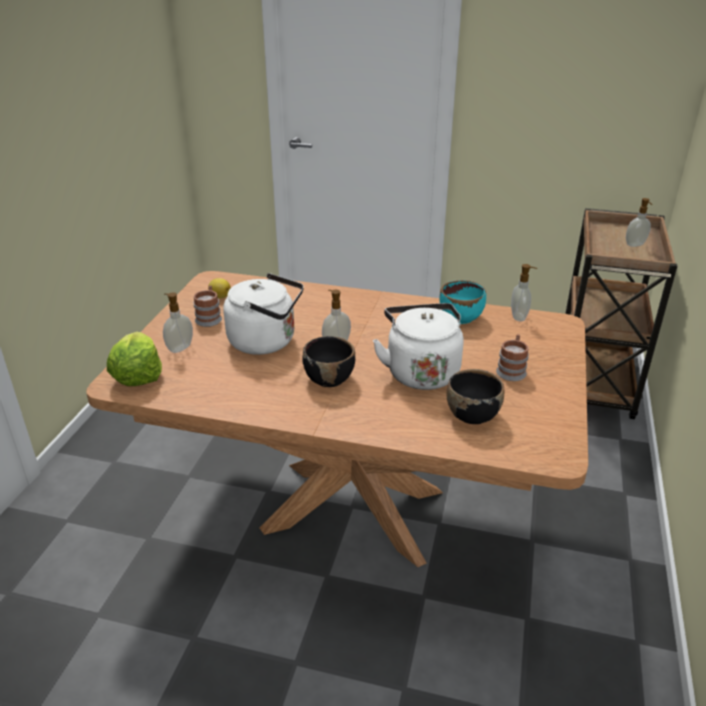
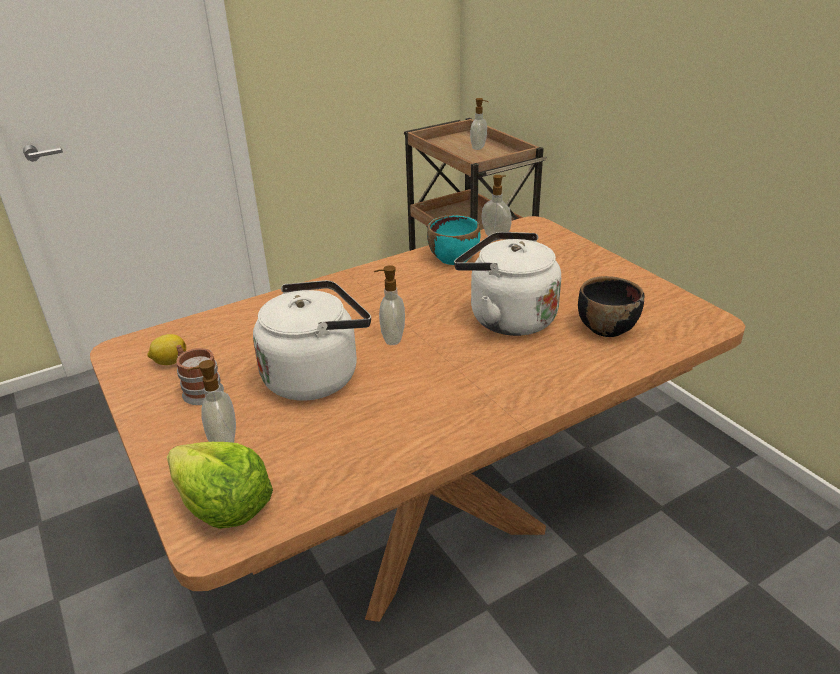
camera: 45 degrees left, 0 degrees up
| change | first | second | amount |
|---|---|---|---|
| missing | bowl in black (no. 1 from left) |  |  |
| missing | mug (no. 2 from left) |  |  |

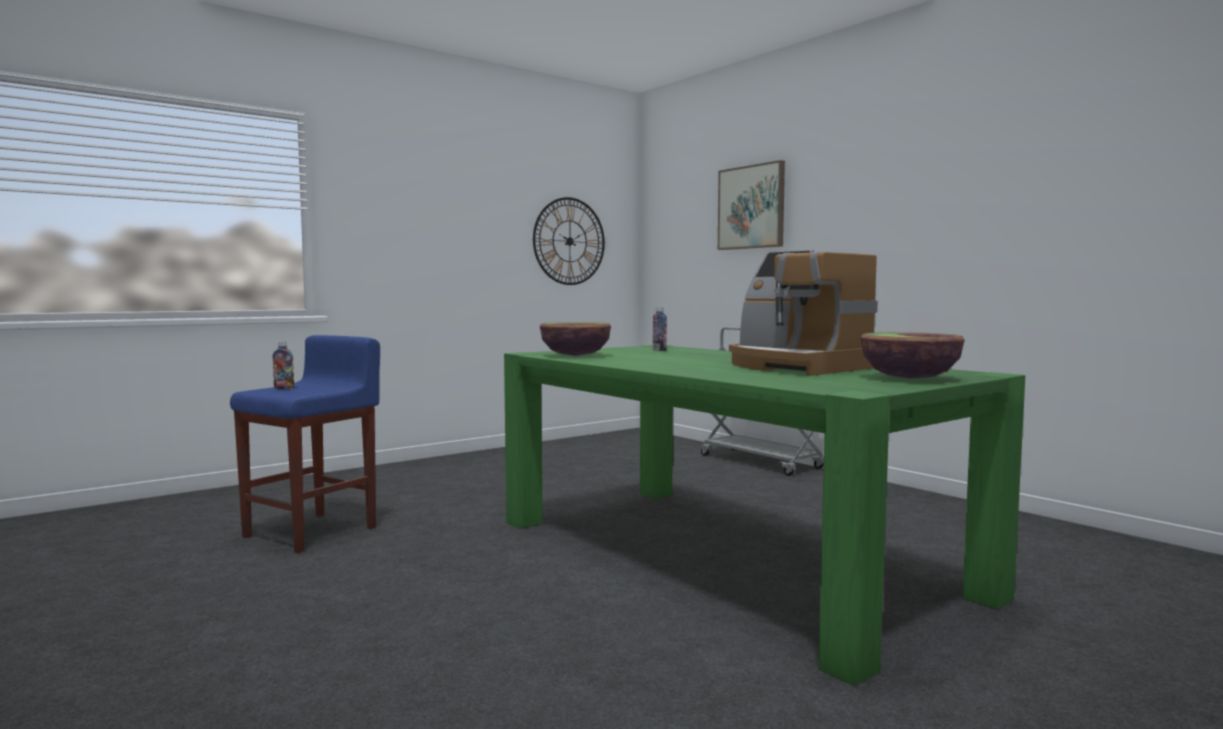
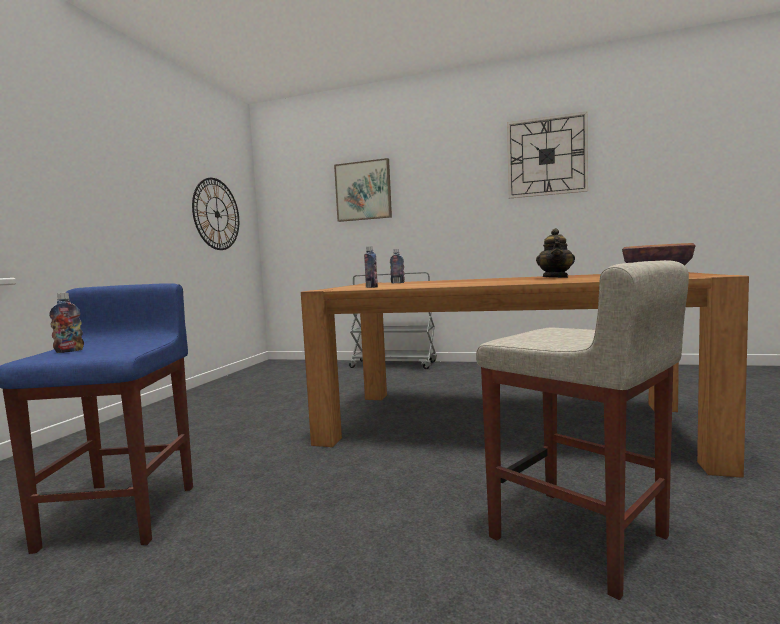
camera: 35 degrees left, 0 degrees up
| change | first | second | amount |
|---|---|---|---|
| colour | dining table in green | dining table in brown |  |
| exchanged | bowl (no. 1 from left) | bottle (no. 2 from left) |  |
| appeared |  | stool in beige |  |
| appeared |  | wall clock (no. 2 from left) |  |
| exchanged | coffee machine | teapot |  |

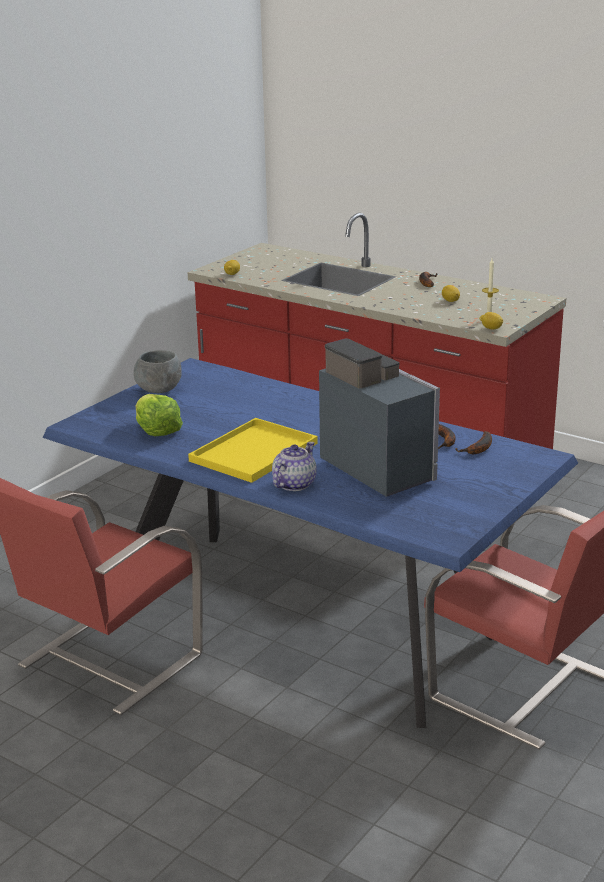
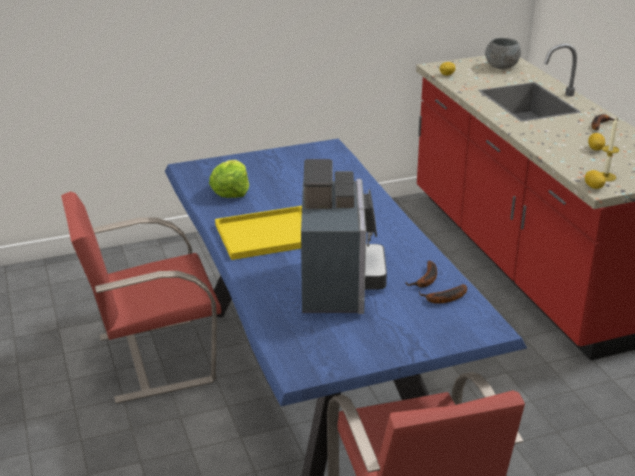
camera: 35 degrees right, 5 degrees up
| change | first | second | amount |
|---|---|---|---|
| relocated | bowl in grey |  |  |
| missing | teapot |  |  |

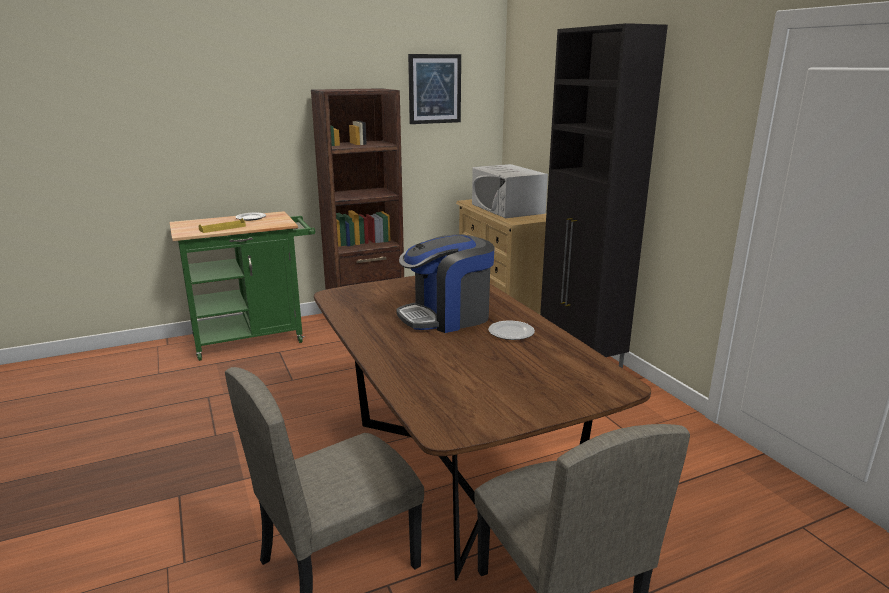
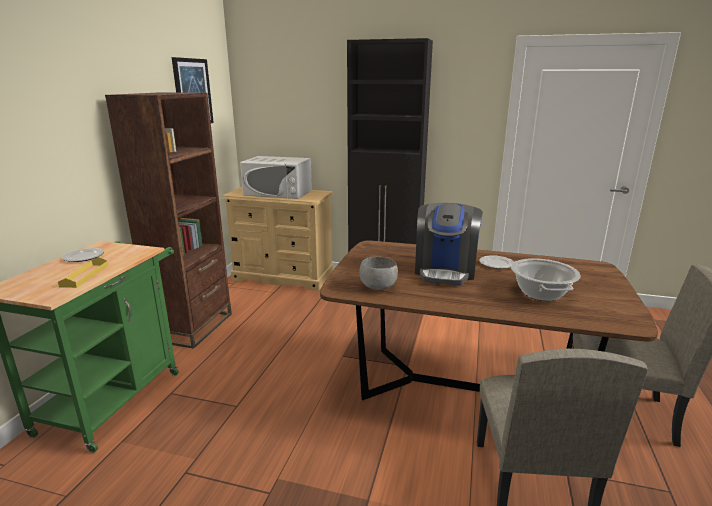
camera: 50 degrees left, 0 degrees up
| change | first | second | amount |
|---|---|---|---|
| appeared |  | bowl in grey |  |
| appeared |  | cooking pot |  |

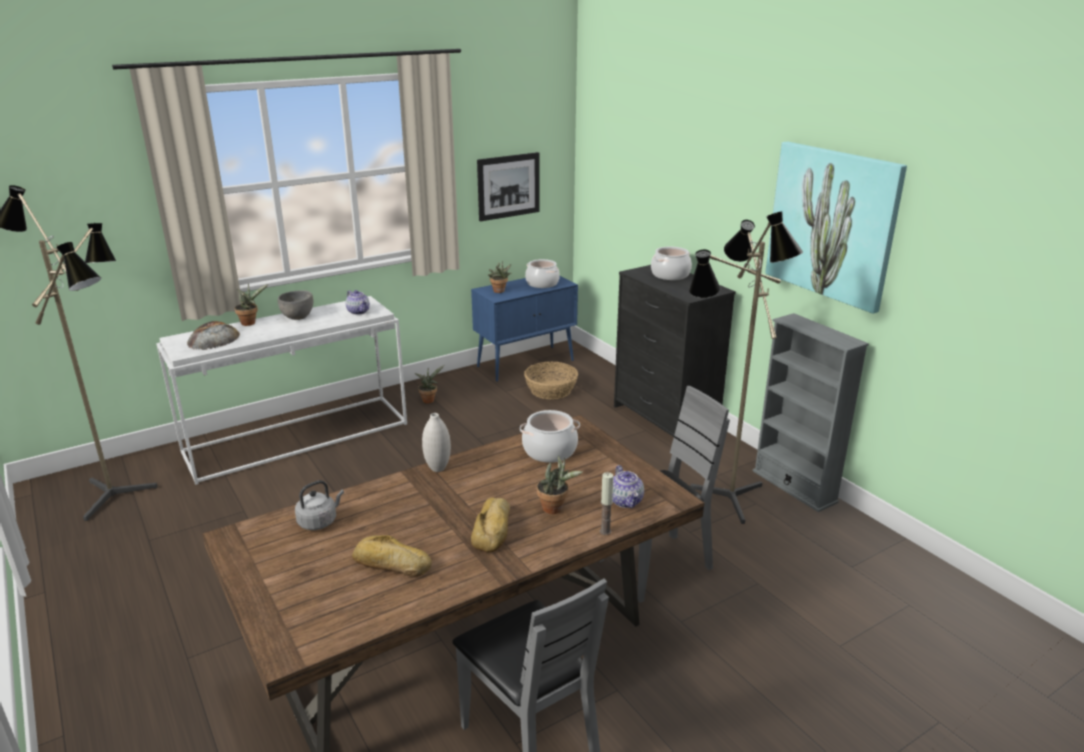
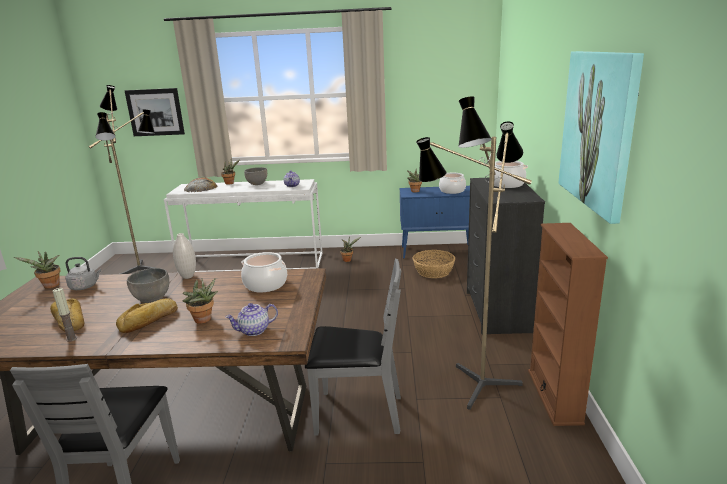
camera: 35 degrees right, 5 degrees down
| change | first | second | amount |
|---|---|---|---|
| appeared |  | potted plant (no. 1 from left) |  |
| relocated | candle |  |  |
| relocated | picture (no. 1 from left) |  |  |
| appeared |  | bowl in grey (no. 1 from left) |  |
| spun | teapot (no. 2 from left in the first image) | teapot (no. 1 from left) | 45 degrees clockwise |
| colour | bookcase in grey | bookcase in brown |  |

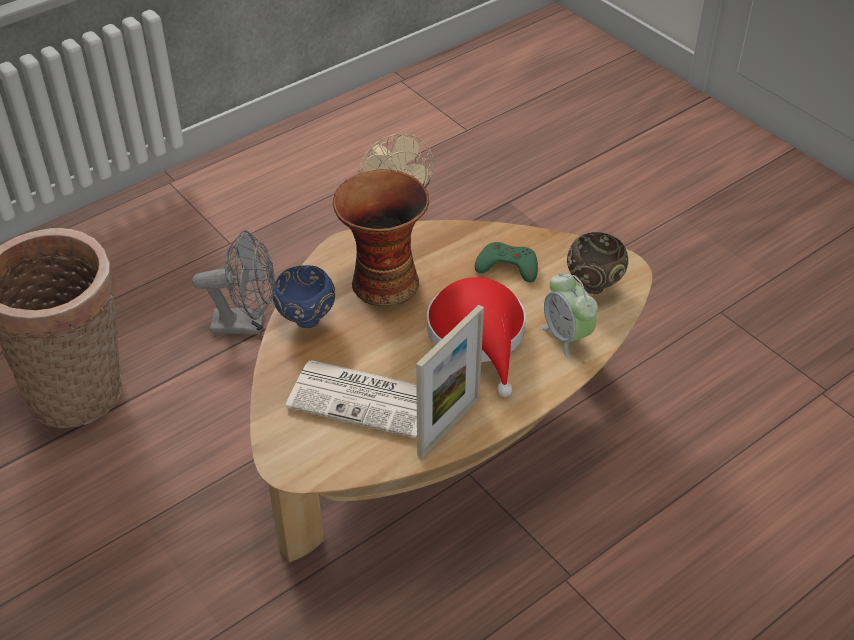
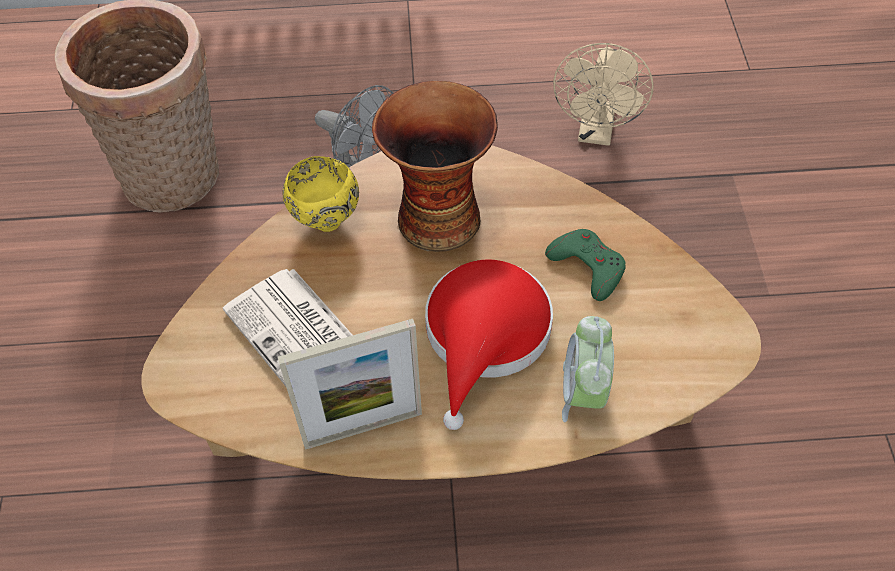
camera: 35 degrees right, 10 degrees up
| change | first | second | amount |
|---|---|---|---|
| colour | bowl in blue | bowl in yellow |  |
| missing | bowl in brown |  |  |

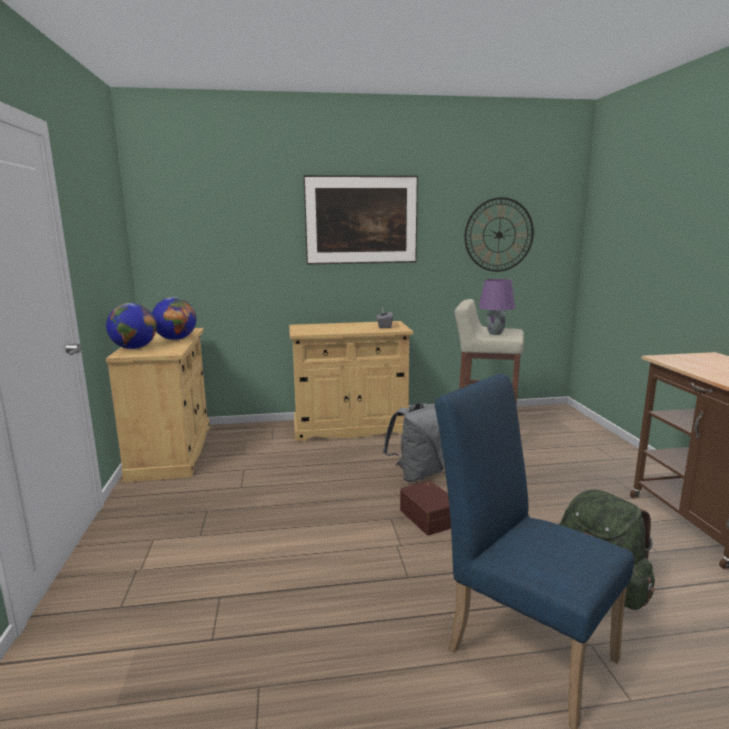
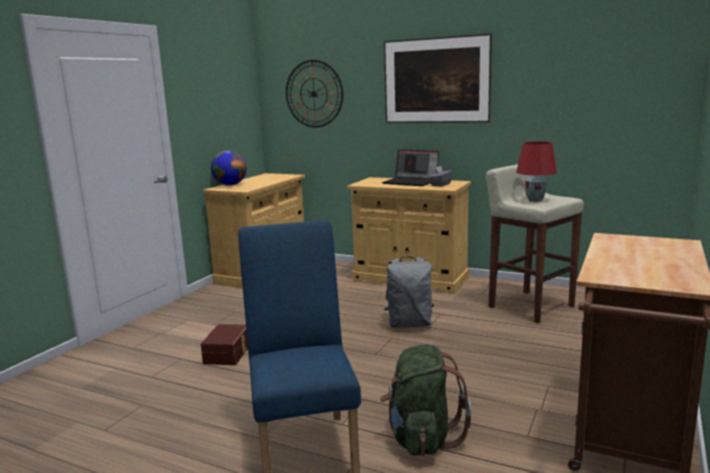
camera: 35 degrees right, 0 degrees up
| change | first | second | amount |
|---|---|---|---|
| relocated | storage box in brown |  |  |
| relocated | wall clock |  |  |
| appeared |  | laptop |  |
| colour | table lamp in purple | table lamp in red |  |
| missing | globe (no. 2 from left) |  |  |

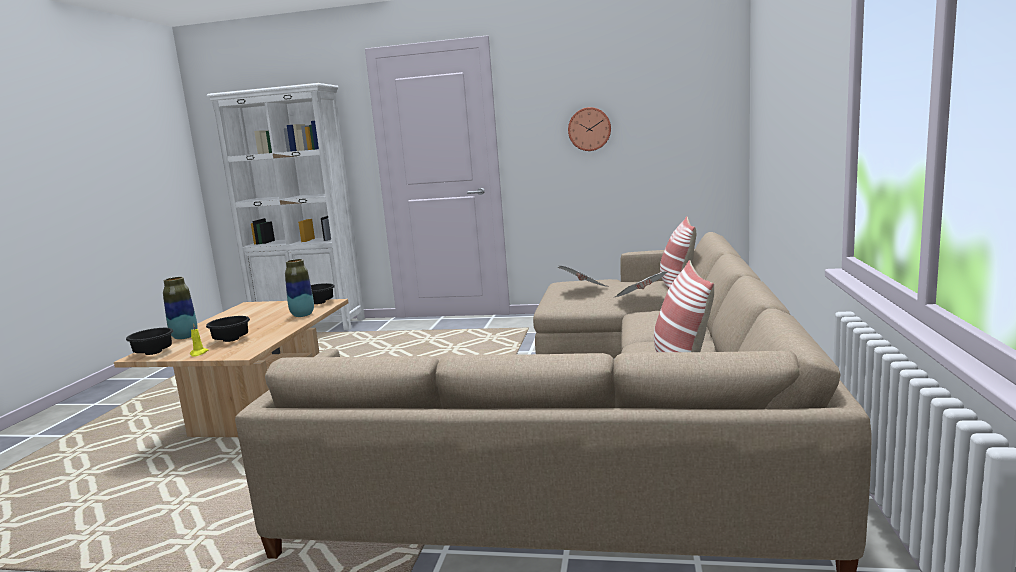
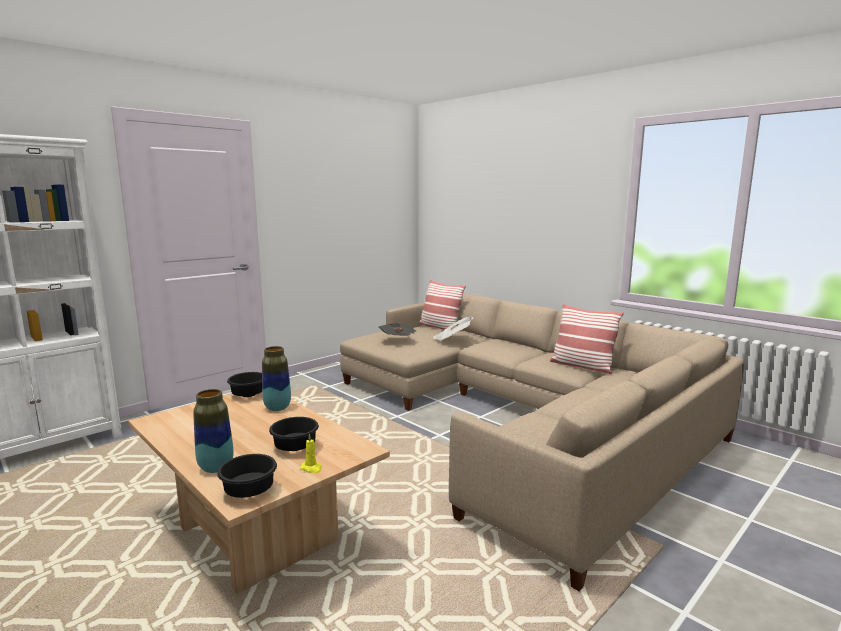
camera: 55 degrees left, 0 degrees up
| change | first | second | amount |
|---|---|---|---|
| missing | wall clock |  |  |

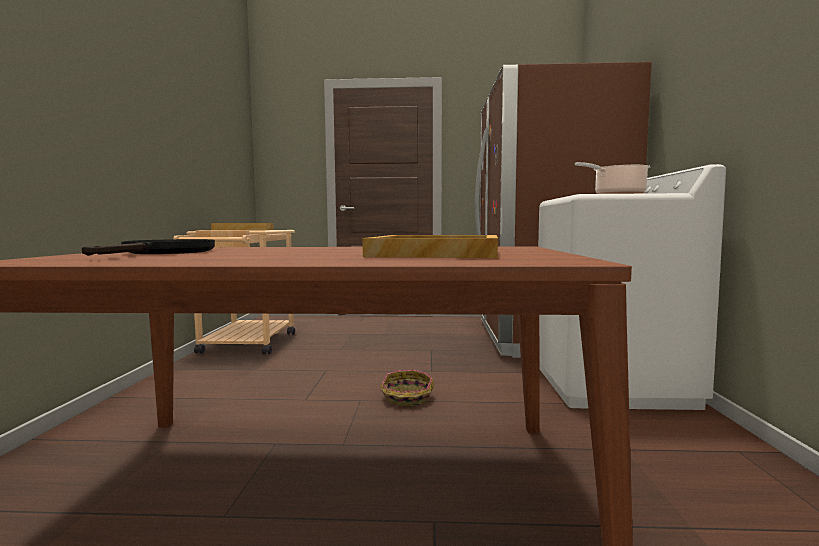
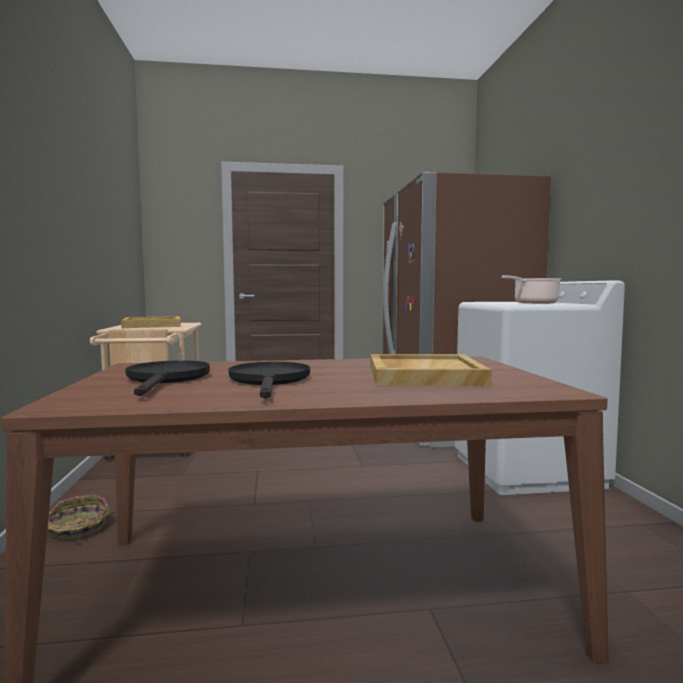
camera: 10 degrees left, 0 degrees up
| change | first | second | amount |
|---|---|---|---|
| relocated | basket |  |  |
| appeared |  | frying pan in black (no. 2 from left) |  |

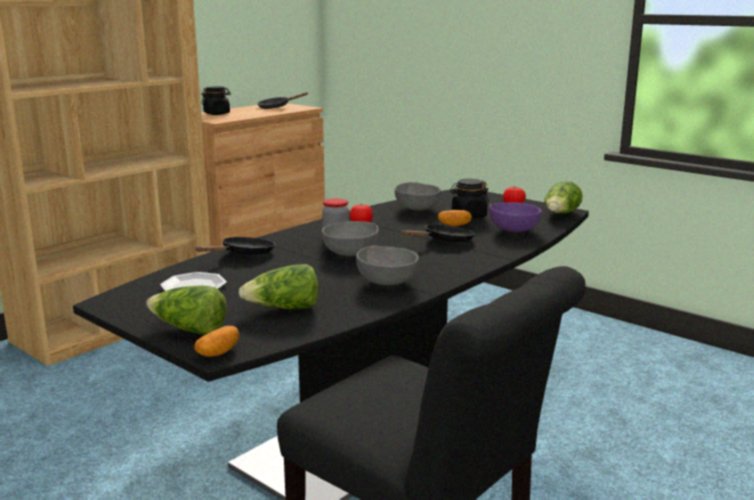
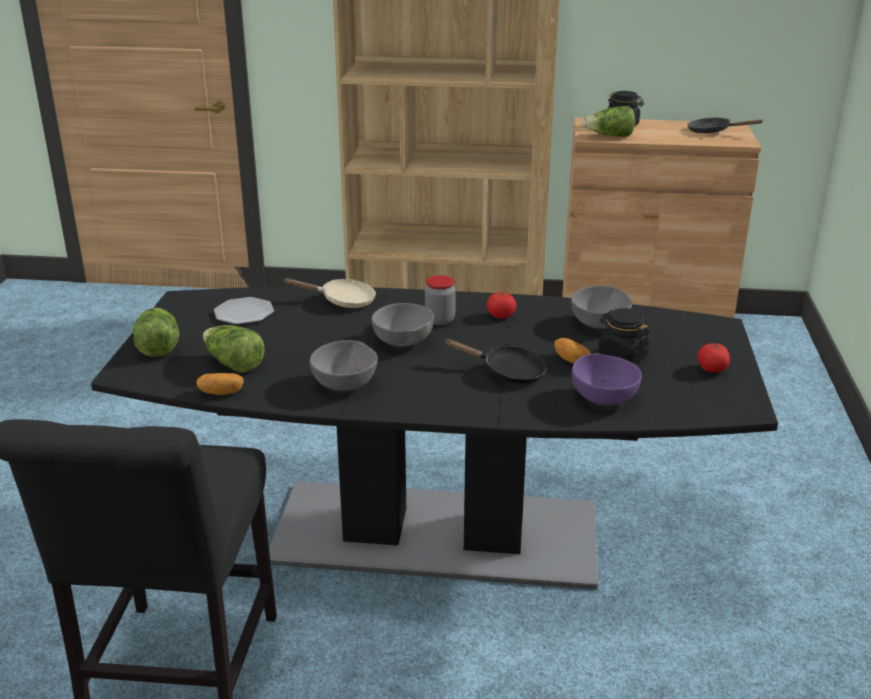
camera: 55 degrees right, 10 degrees up
| change | first | second | amount |
|---|---|---|---|
| relocated | potato (no. 1 from left) |  |  |
| colour | frying pan in black (no. 1 from left) | frying pan in beige |  |
| relocated | lettuce (no. 3 from left) |  |  |

